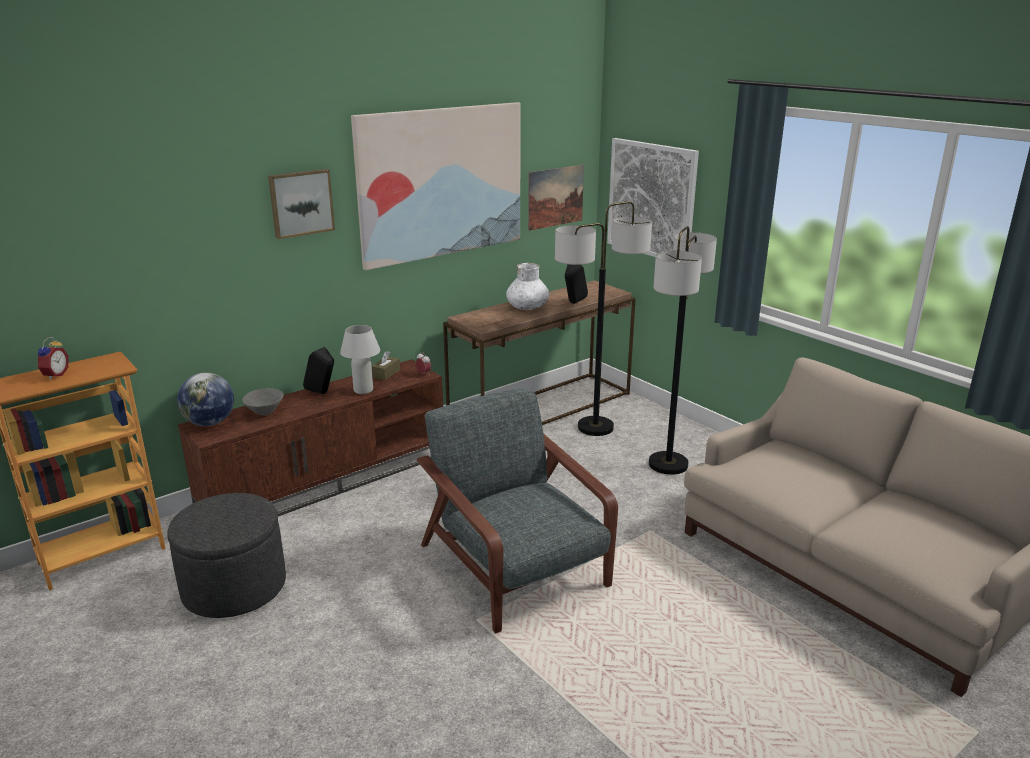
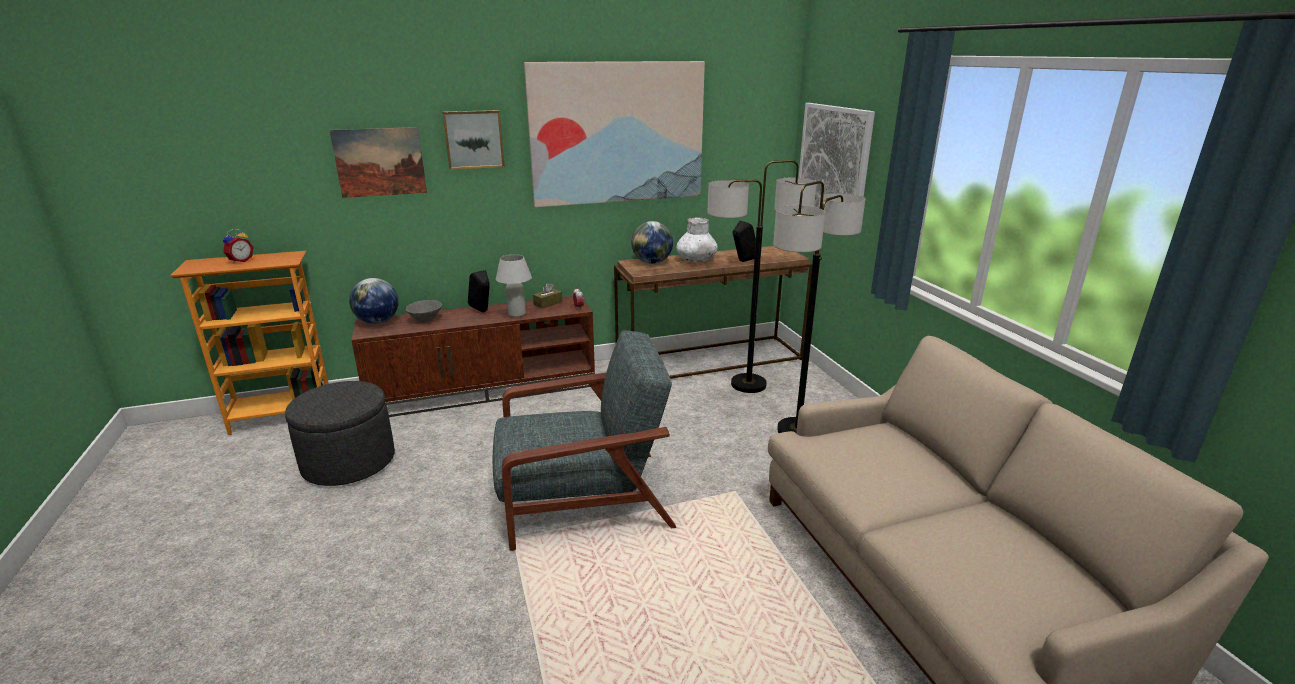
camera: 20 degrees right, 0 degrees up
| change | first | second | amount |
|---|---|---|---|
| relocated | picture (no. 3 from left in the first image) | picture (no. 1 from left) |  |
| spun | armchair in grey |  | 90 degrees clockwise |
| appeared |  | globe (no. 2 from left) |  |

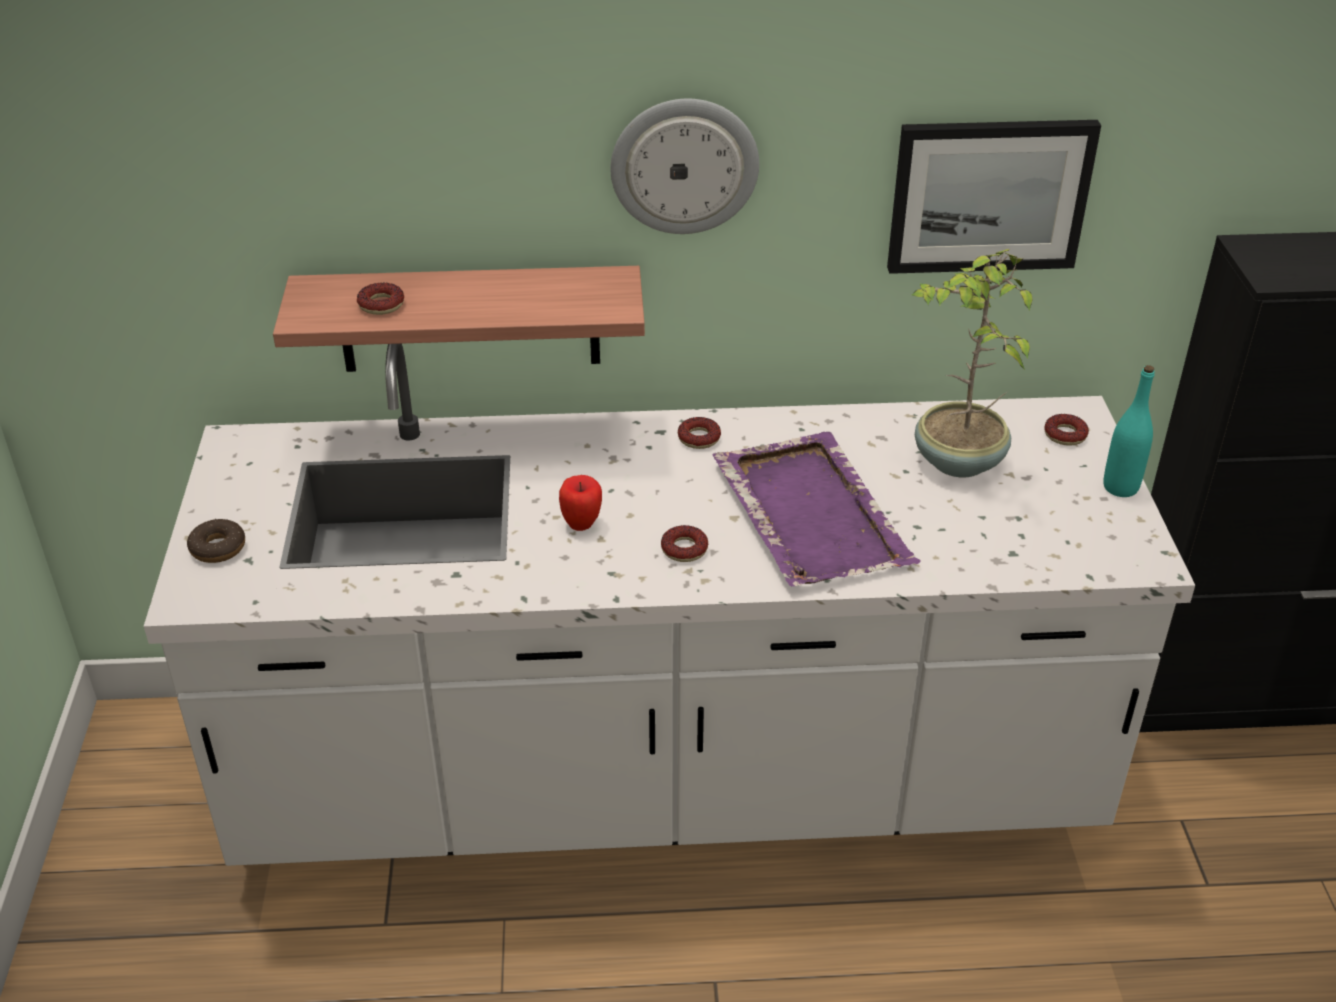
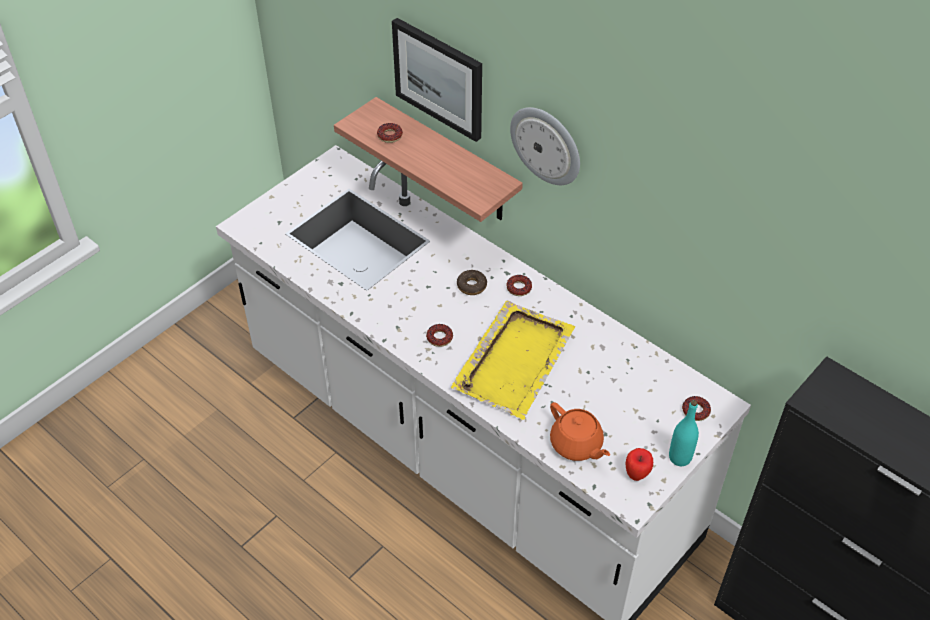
camera: 45 degrees right, 10 degrees up
| change | first | second | amount |
|---|---|---|---|
| relocated | picture |  |  |
| colour | tray in purple | tray in yellow |  |
| relocated | donut (no. 1 from left in the first image) | donut (no. 3 from left) |  |
| appeared |  | teapot in orange |  |
| relocated | apple |  |  |
| missing | potted plant |  |  |

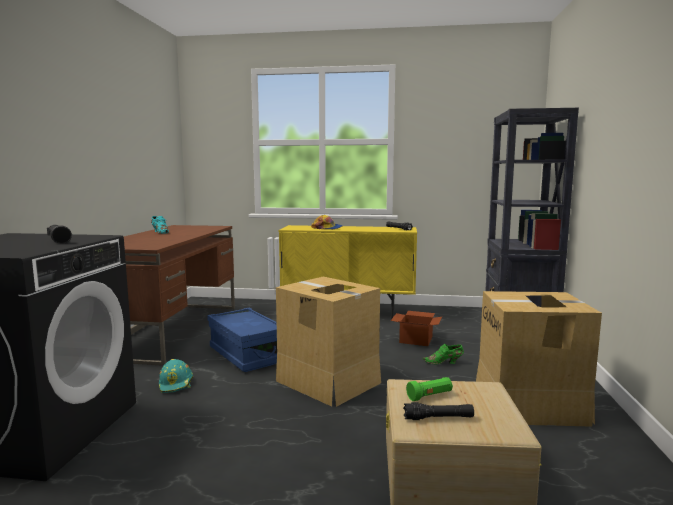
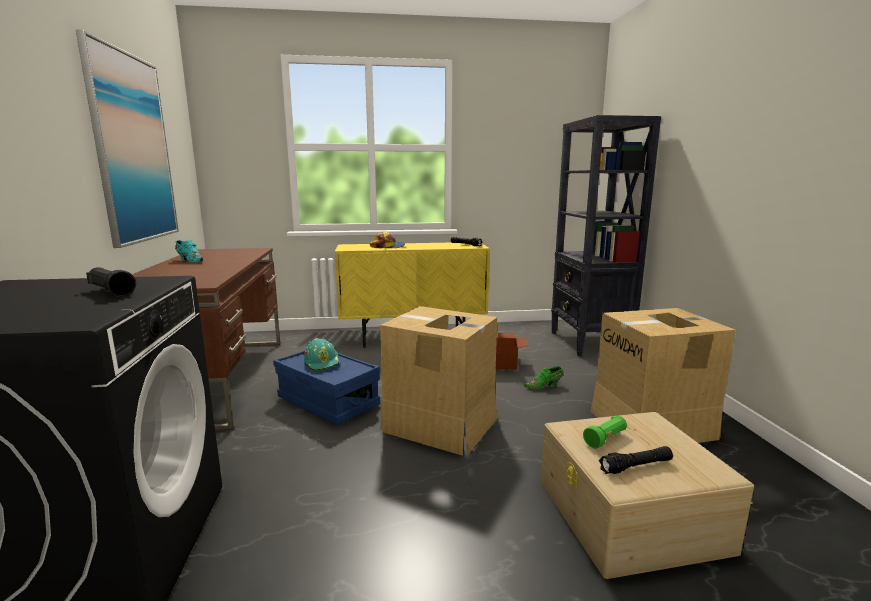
camera: 15 degrees left, 5 degrees up
| change | first | second | amount |
|---|---|---|---|
| appeared |  | picture |  |
| relocated | hard hat in turquoise |  |  |

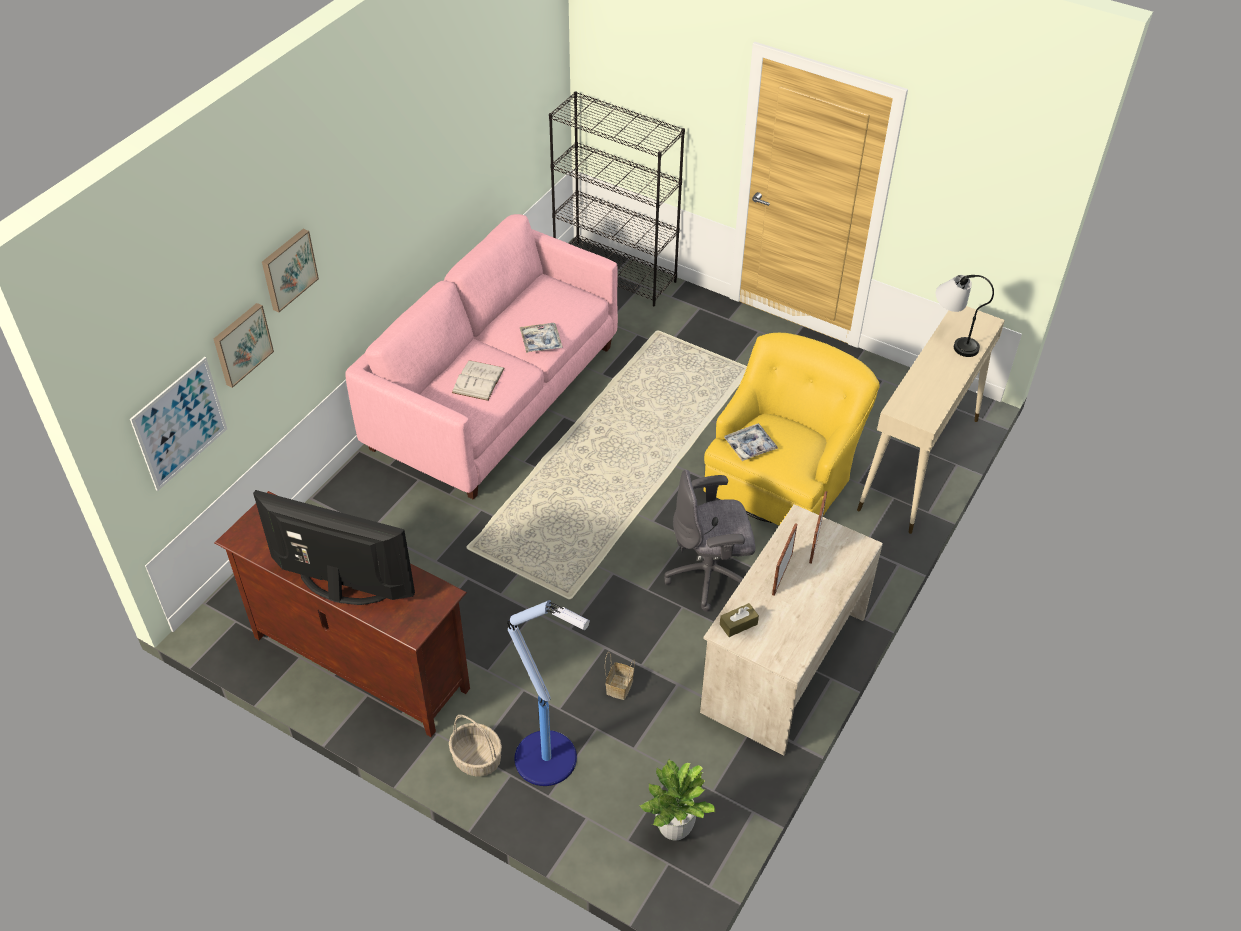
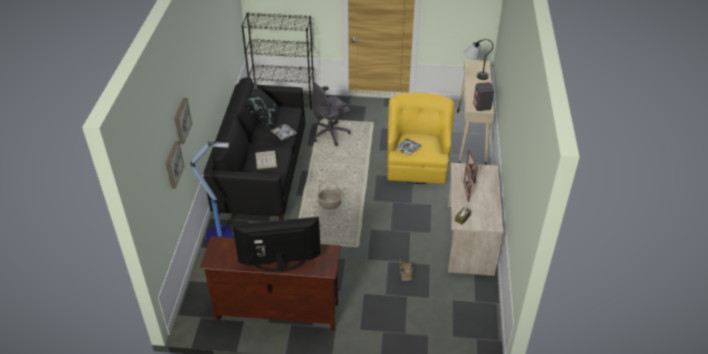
camera: 25 degrees left, 5 degrees down
| change | first | second | amount |
|---|---|---|---|
| relocated | floor lamp |  |  |
| colour | sofa in pink | sofa in black |  |
| appeared |  | pillow in black |  |
| relocated | office chair in grey |  |  |
| relocated | basket (no. 1 from left) |  |  |
| appeared |  | speaker in grey |  |
| missing | picture (no. 1 from left) |  |  |
| missing | potted plant |  |  |

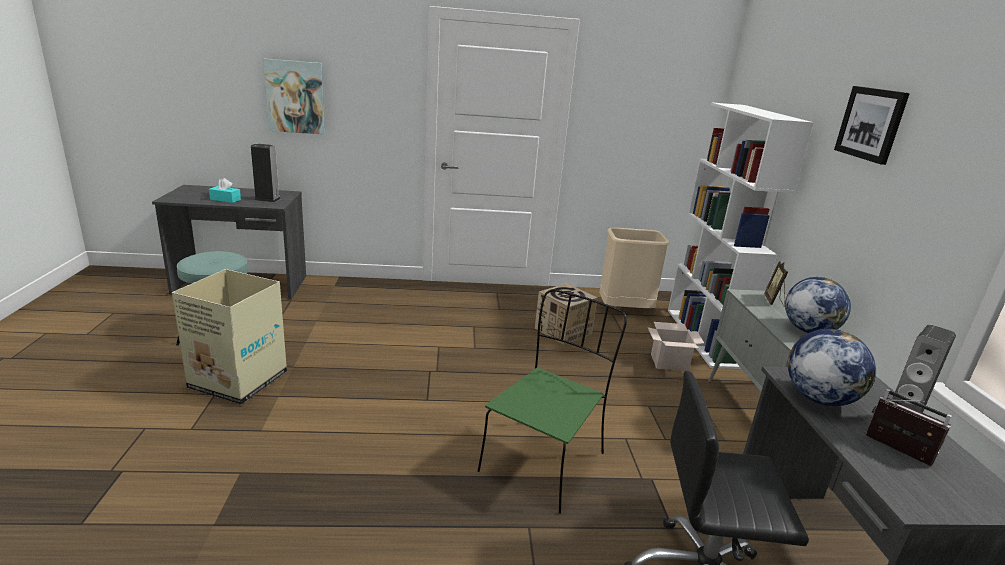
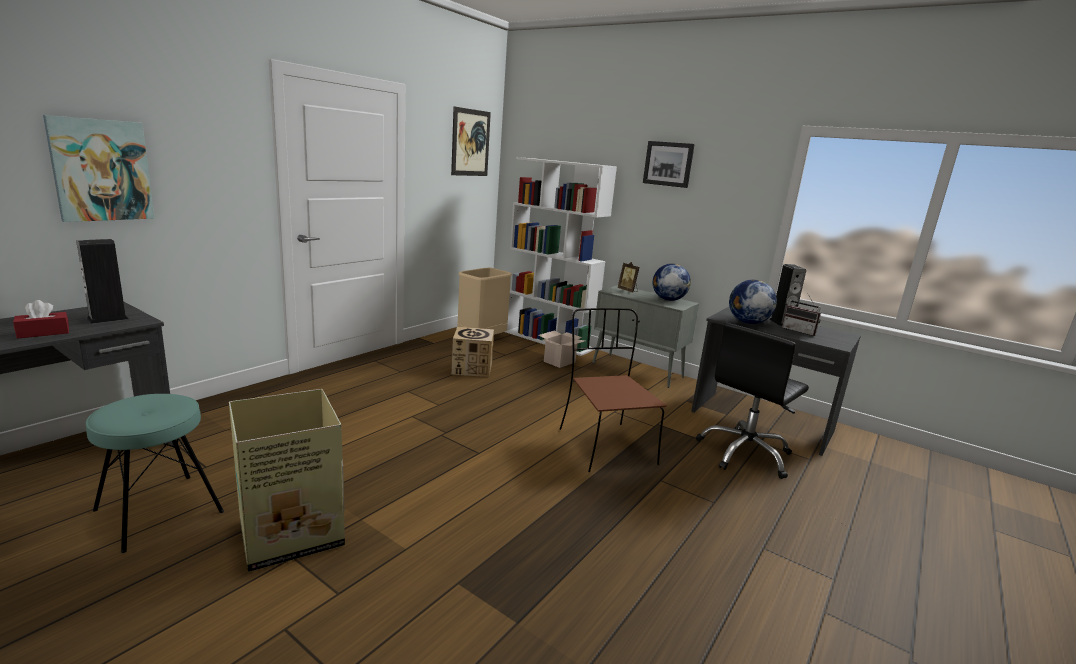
camera: 50 degrees left, 5 degrees down
| change | first | second | amount |
|---|---|---|---|
| colour | tissue box in turquoise | tissue box in red |  |
| appeared |  | picture (no. 2 from left) |  |
| colour | chair in green | chair in brown |  |
| spun | radio |  | 135 degrees counterclockwise |

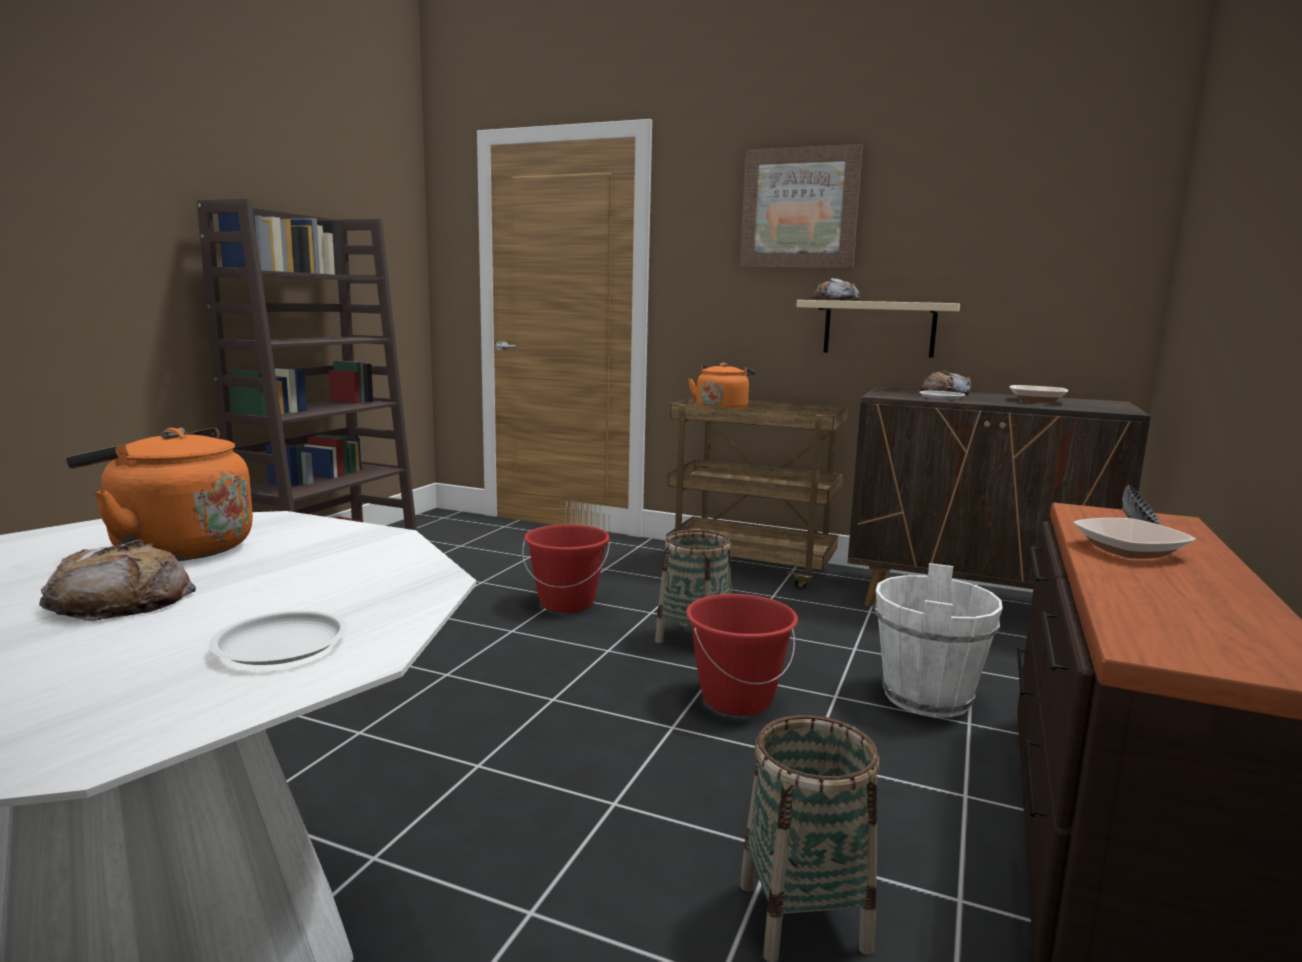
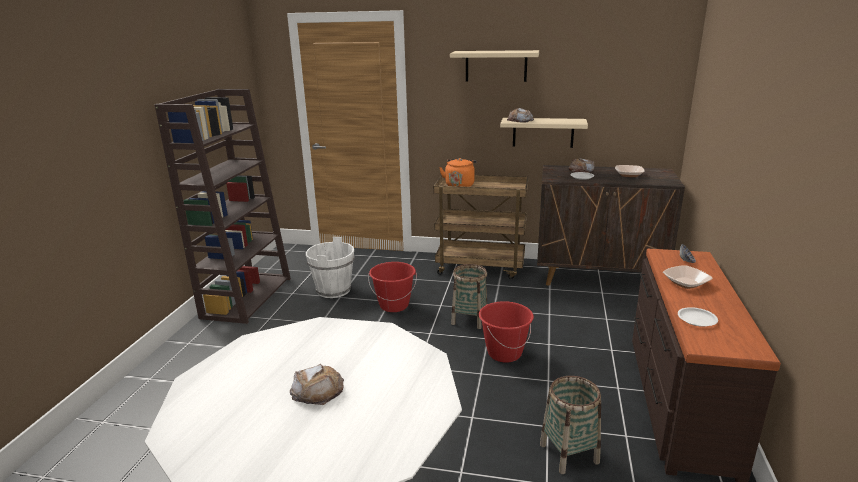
camera: 10 degrees left, 10 degrees up
| change | first | second | amount |
|---|---|---|---|
| relocated | bucket in white |  |  |
| exchanged | picture | shelf in beige (no. 1 from left) |  |
| relocated | plate in white (no. 1 from left in the first image) | plate in white (no. 2 from left) |  |
| missing | kettle in orange (no. 1 from left) |  |  |

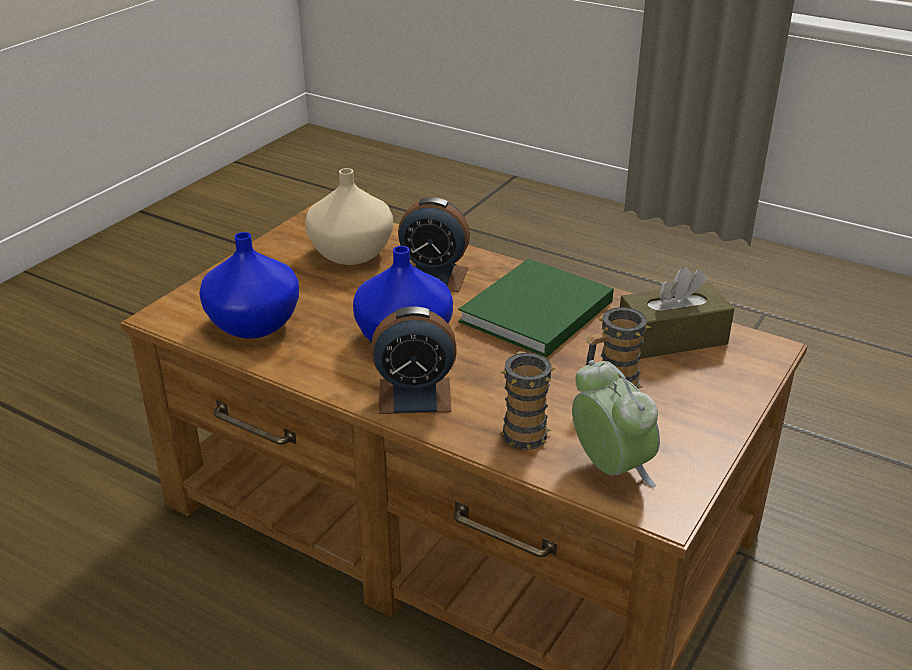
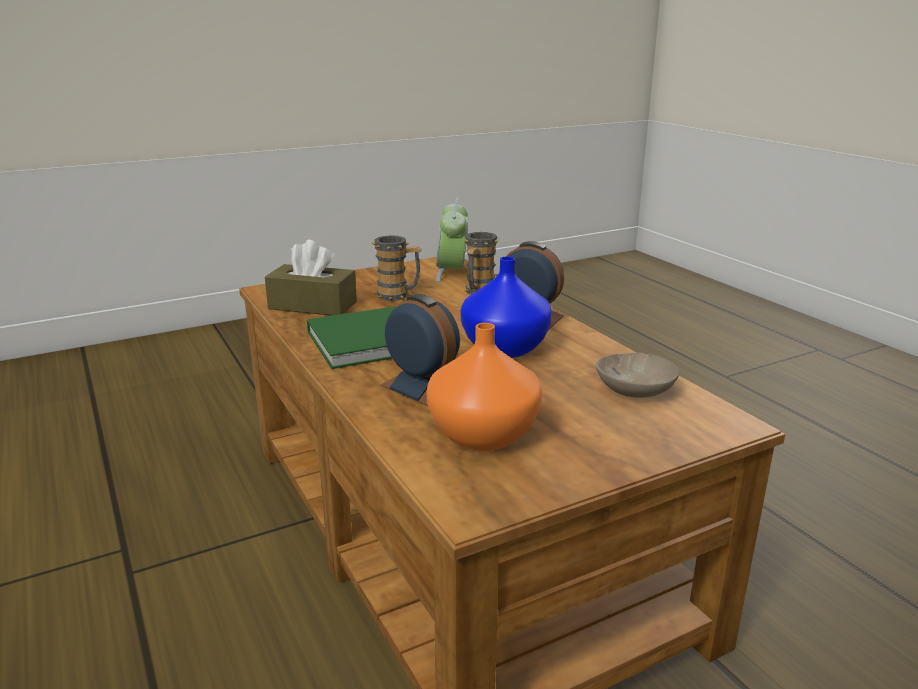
camera: 150 degrees left, 10 degrees down
| change | first | second | amount |
|---|---|---|---|
| colour | vase in beige | vase in orange |  |
| exchanged | vase in blue (no. 1 from left) | bowl in beige |  |

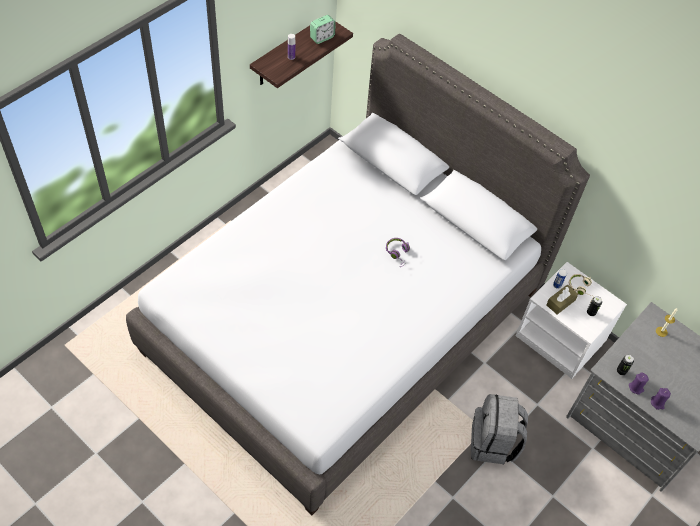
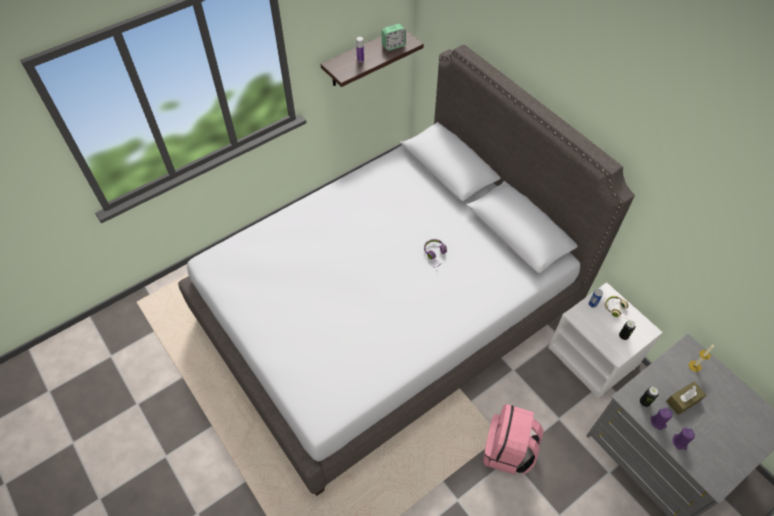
camera: 15 degrees right, 0 degrees up
| change | first | second | amount |
|---|---|---|---|
| colour | backpack in grey | backpack in pink |  |
| relocated | tissue box in brown |  |  |

